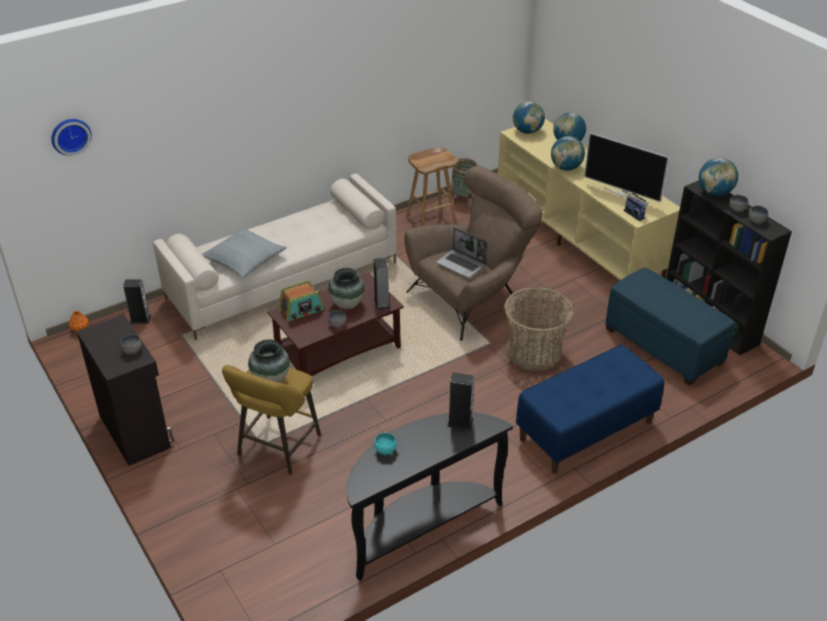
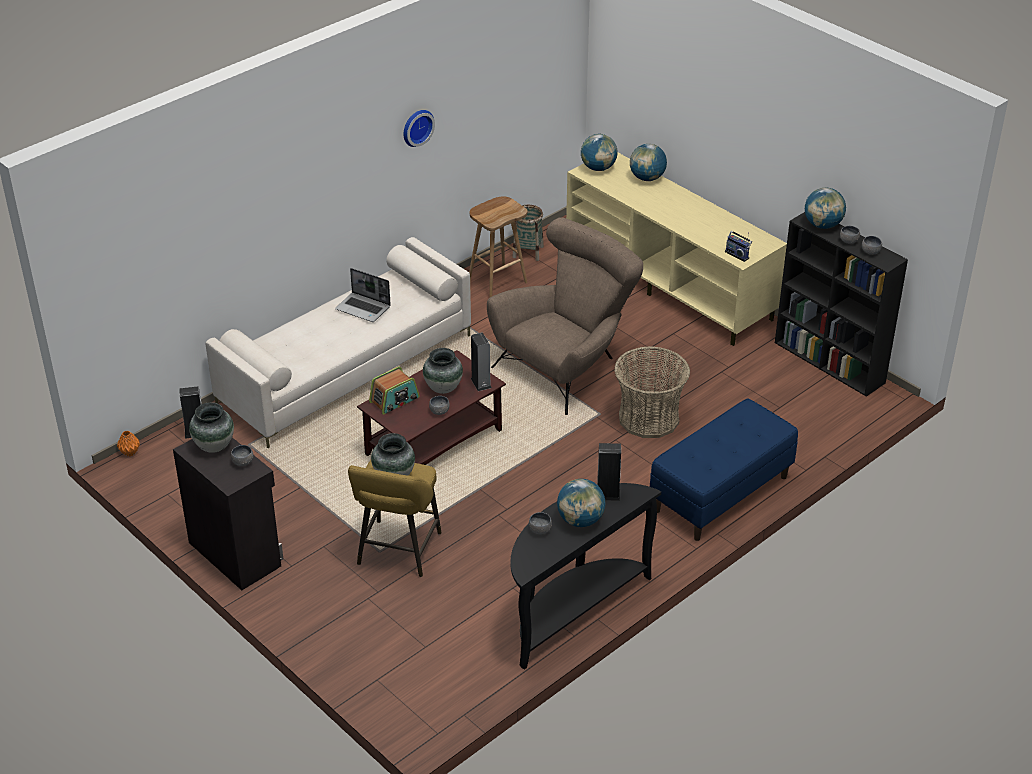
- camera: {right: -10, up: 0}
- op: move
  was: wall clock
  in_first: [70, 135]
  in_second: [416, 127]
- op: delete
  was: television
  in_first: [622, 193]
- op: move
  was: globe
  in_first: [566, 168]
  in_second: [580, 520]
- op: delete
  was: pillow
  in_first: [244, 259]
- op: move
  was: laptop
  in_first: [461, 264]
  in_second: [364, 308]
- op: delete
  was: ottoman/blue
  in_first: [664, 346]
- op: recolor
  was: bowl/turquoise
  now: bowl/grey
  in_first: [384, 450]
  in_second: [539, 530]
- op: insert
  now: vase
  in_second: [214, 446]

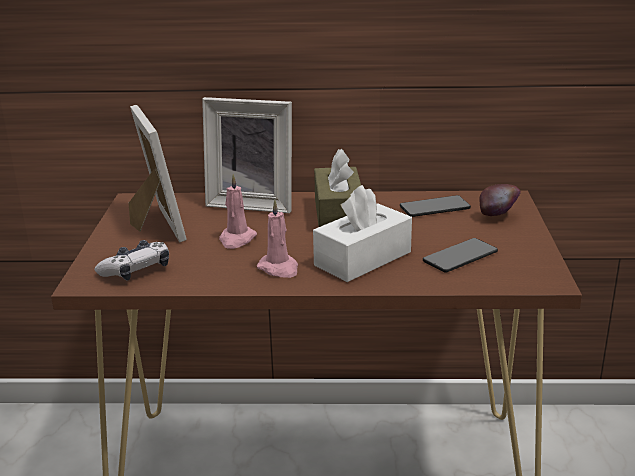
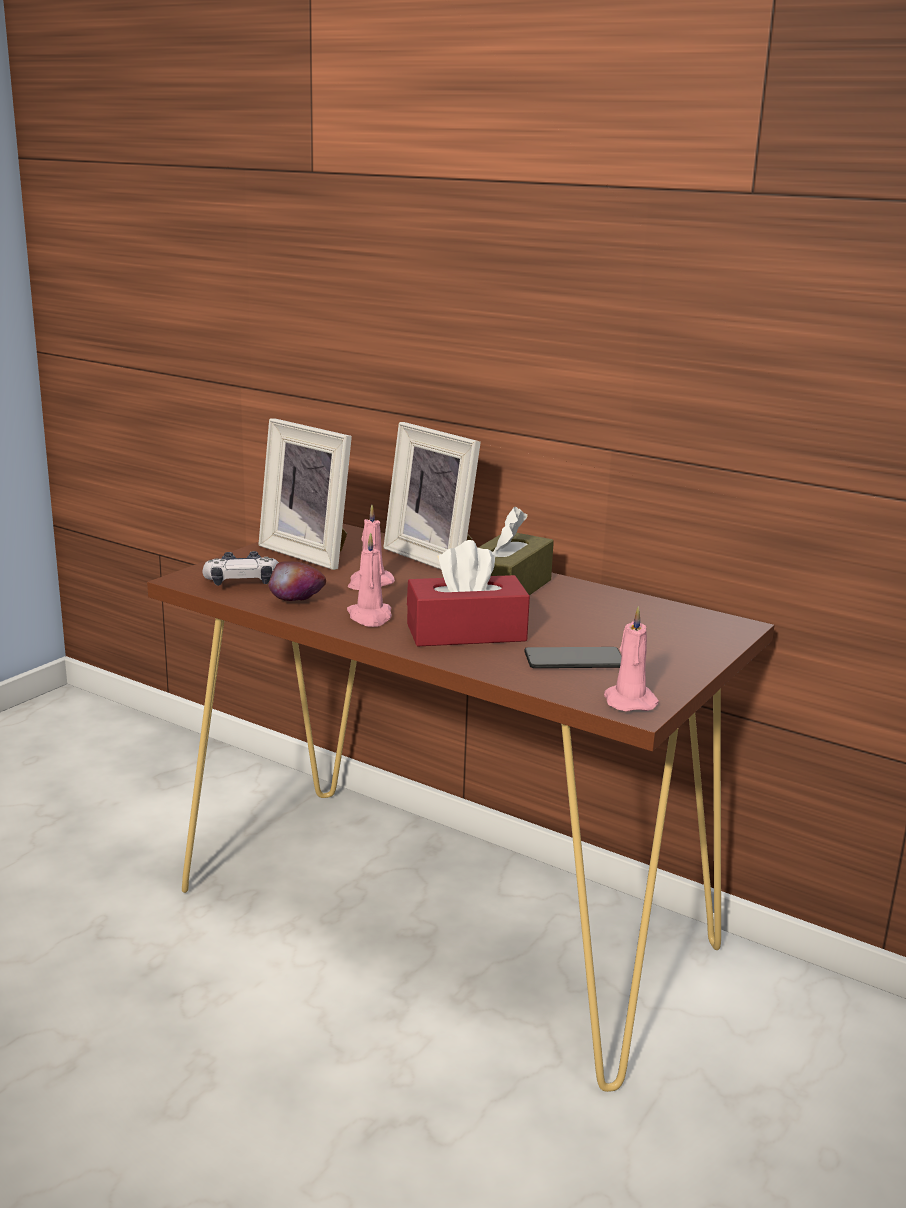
- camera: {right: 30, up: -5}
- op: rotate
  was: picture frame
  in_first: [154, 226]
  in_second: [311, 553]
  clockwise: 120
- op: move
  was: apple
  in_first: [498, 217]
  in_second: [296, 604]
- op: recolor
  was: tissue box/white
  now: tissue box/red
  in_first: [363, 259]
  in_second: [466, 632]
- op: delete
  was: phone
  in_first: [434, 208]
- op: insert
  now: candle/pink
  in_second: [628, 701]

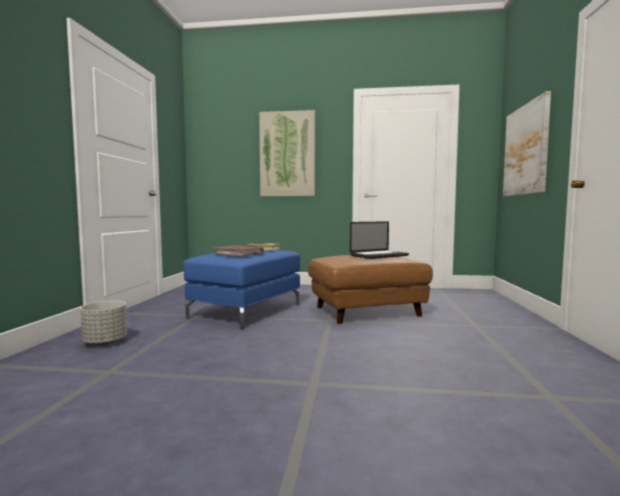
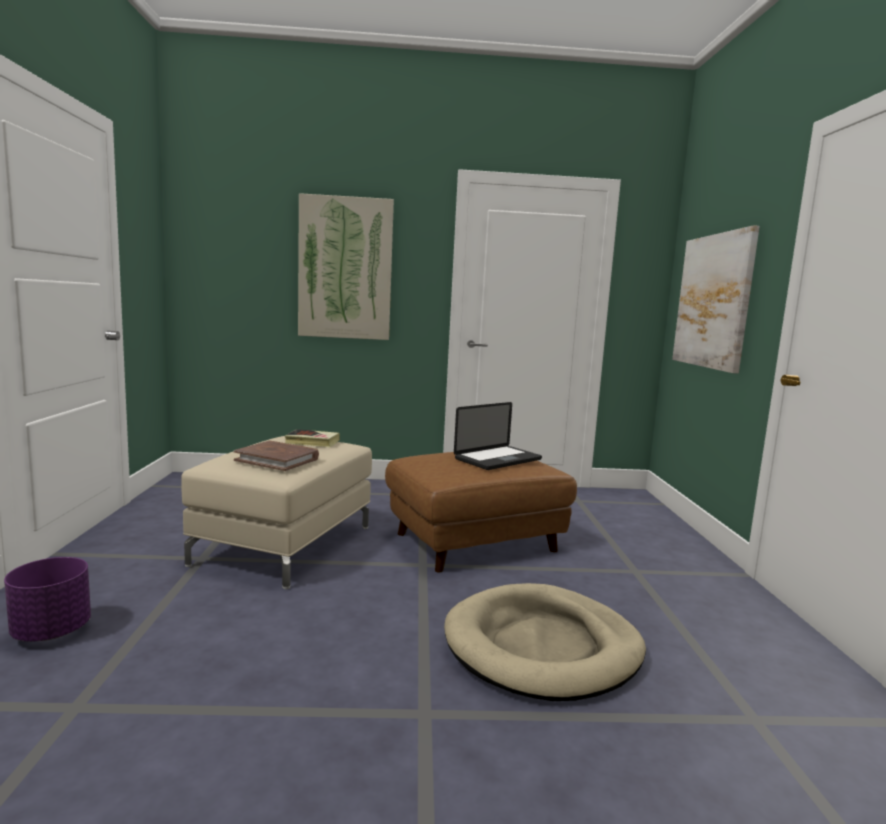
- camera: {right: -10, up: 5}
- op: recolor
  was: ottoman/blue
  now: ottoman/beige
  in_first: [246, 310]
  in_second: [284, 544]
- op: recolor
  was: planter/grey
  now: planter/purple
  in_first: [105, 342]
  in_second: [51, 632]
- op: insert
  now: dog bed/beige
  in_second: [542, 647]

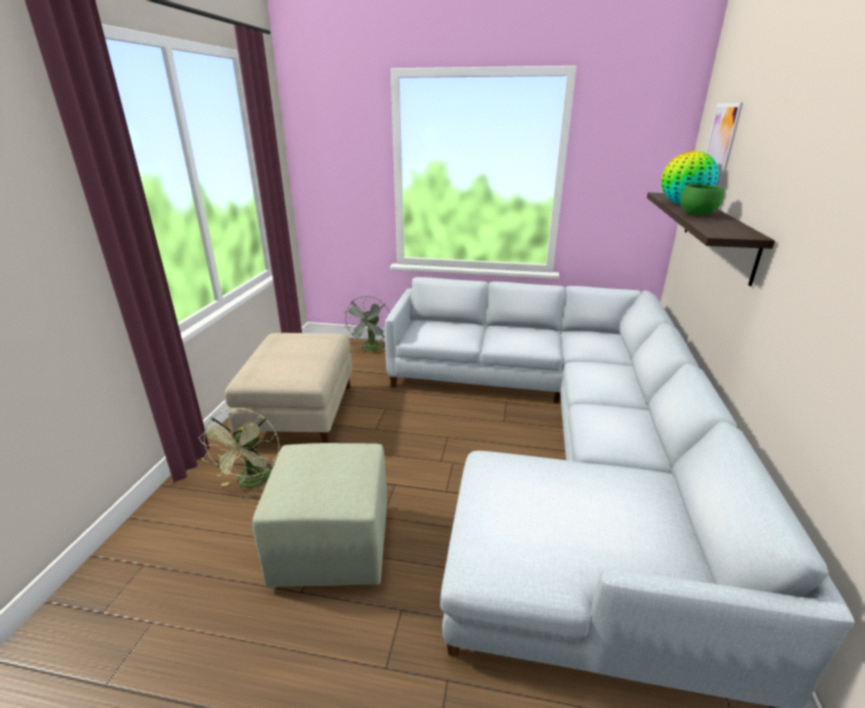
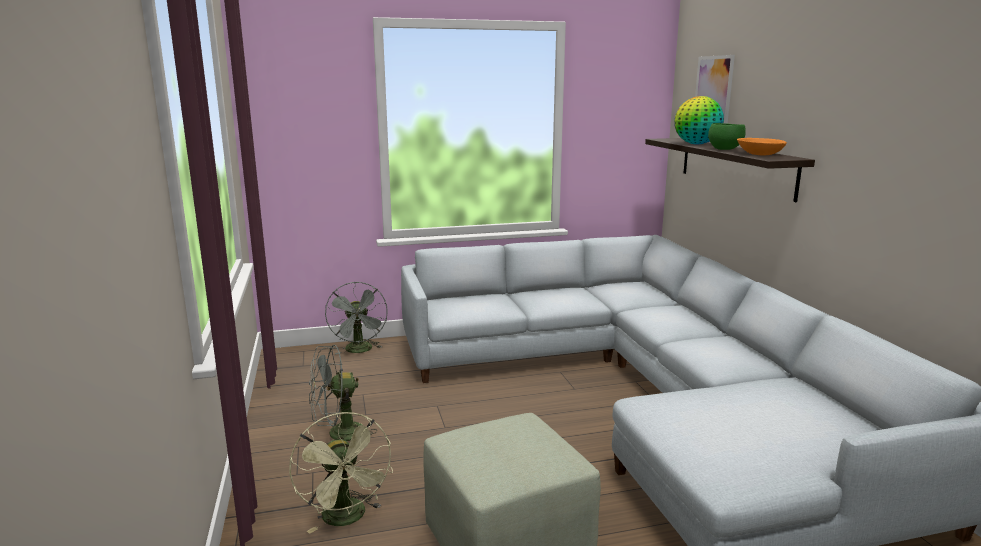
- camera: {right: -25, up: -10}
- op: replace
  was: ottoman/beige
  now: fan/grey
  in_first: [301, 415]
  in_second: [339, 435]
- op: insert
  now: bowl/orange
  in_second: [760, 154]

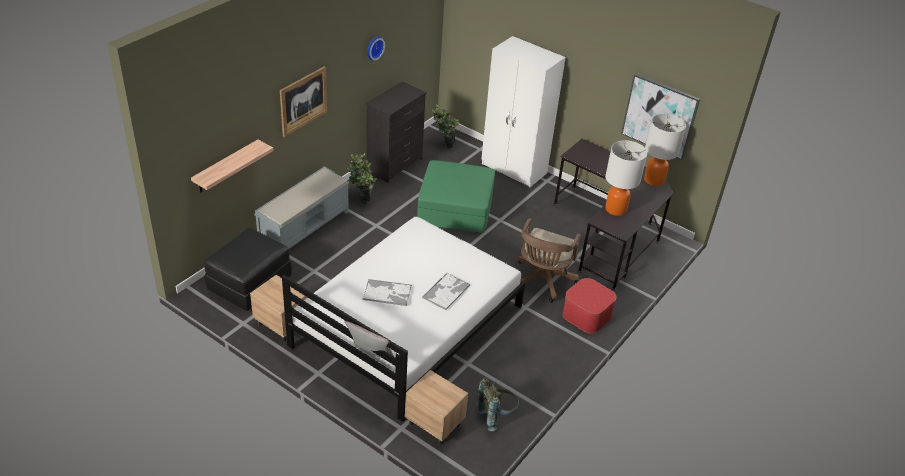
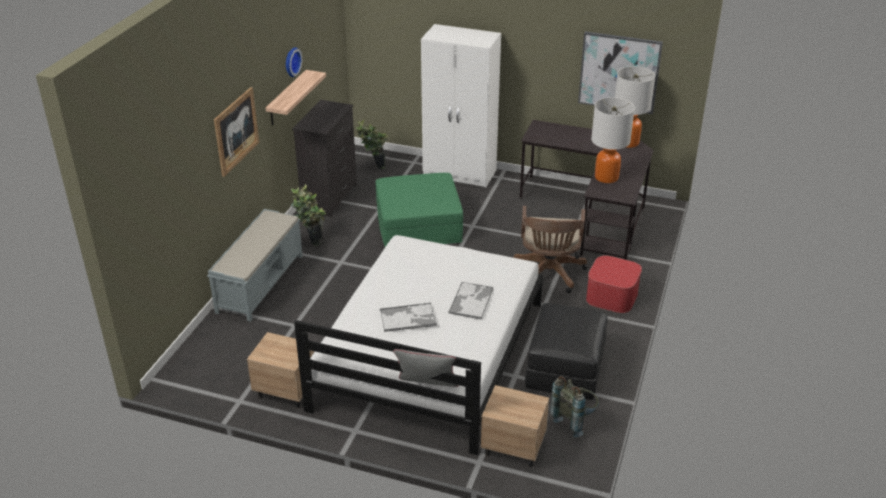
- camera: {right: -15, up: -5}
- op: move
  was: shelf
  in_first: [226, 167]
  in_second: [287, 98]
- op: move
  was: ottoman/black
  in_first: [250, 283]
  in_second: [565, 369]

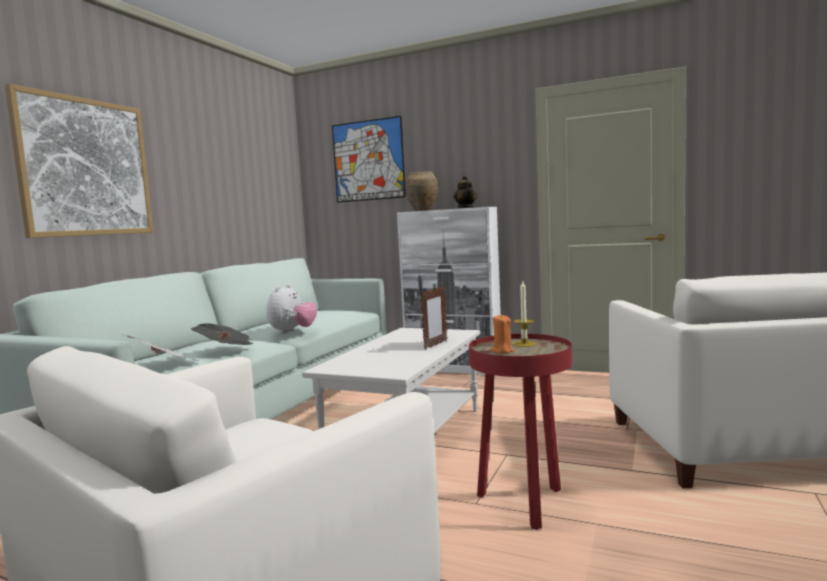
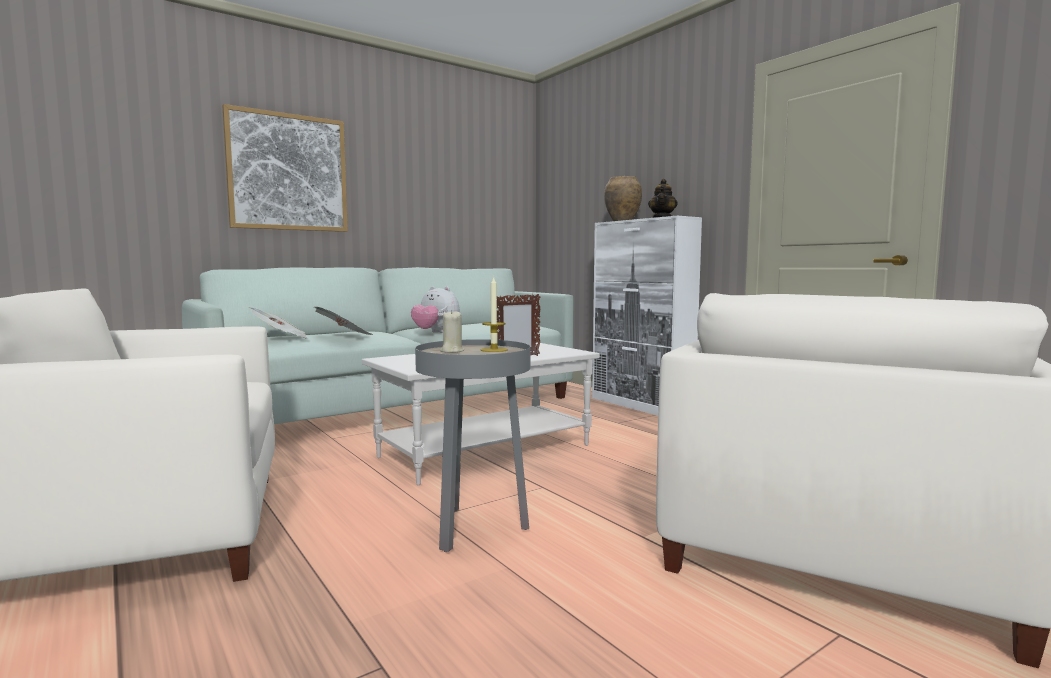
- camera: {right: 30, up: 0}
- op: delete
  was: picture
  in_first: [368, 160]
- op: rotate
  was: plush toy
  in_first: [292, 332]
  in_second: [435, 333]
  clockwise: 75
- op: recolor
  was: candle/orange
  now: candle/beige
  in_first: [502, 351]
  in_second: [452, 351]
- op: recolor
  was: side table/red
  now: side table/grey
  in_first: [524, 504]
  in_second: [475, 530]

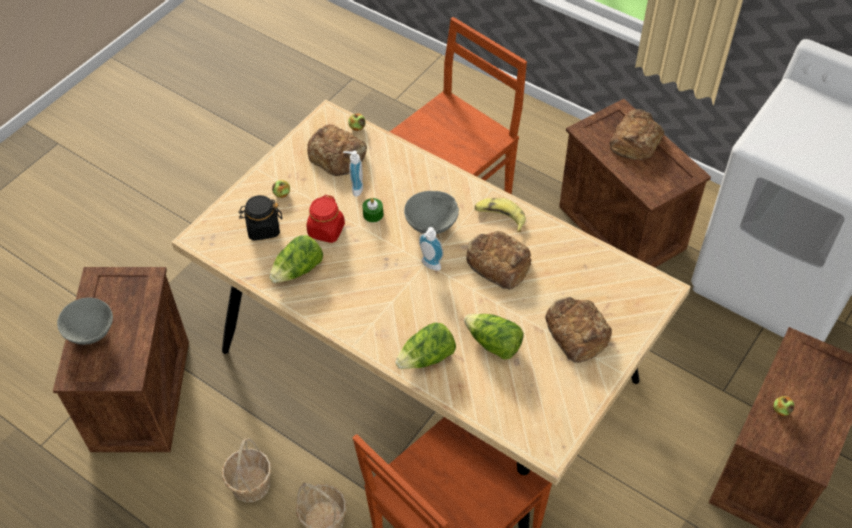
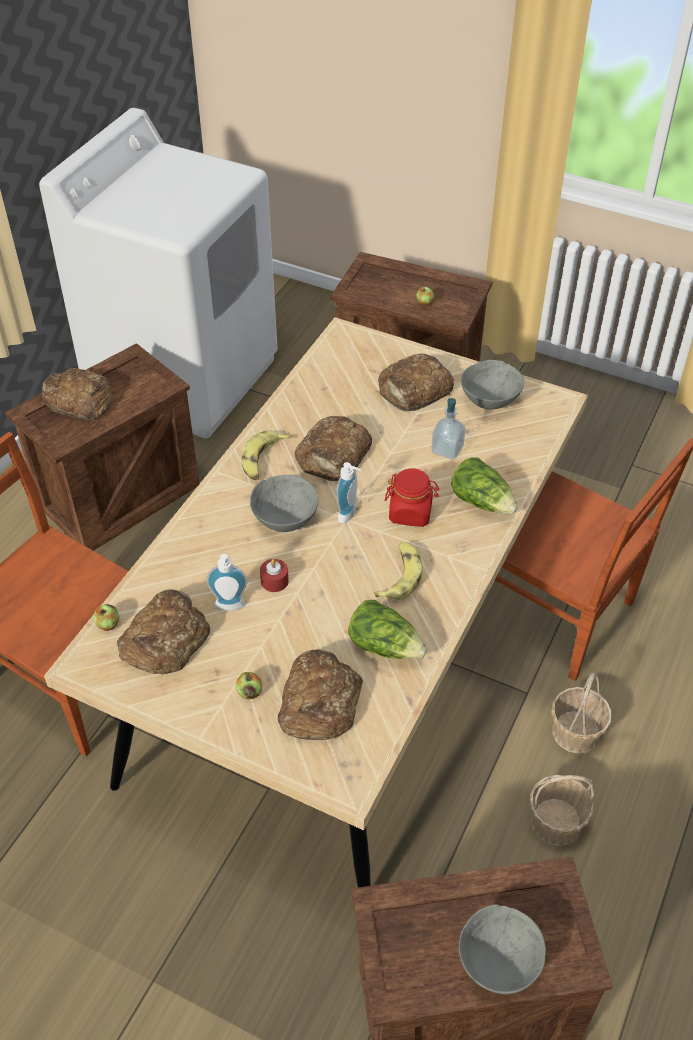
- camera: {right: -100, up: -5}
- op: replace
  was: jar/black
  now: bread
  in_first: [263, 229]
  in_second: [319, 702]
- op: move
  was: jar/red
  in_first: [326, 230]
  in_second: [410, 513]
- op: recolor
  was: candle/green
  now: candle/red
  in_first: [373, 214]
  in_second: [274, 581]
- op: replace
  was: lettuce
  now: soap dispenser
  in_first: [493, 344]
  in_second: [447, 450]
- op: insert
  now: bowl/grey
  in_second: [490, 402]
- op: insert
  now: banana
  in_second: [400, 576]

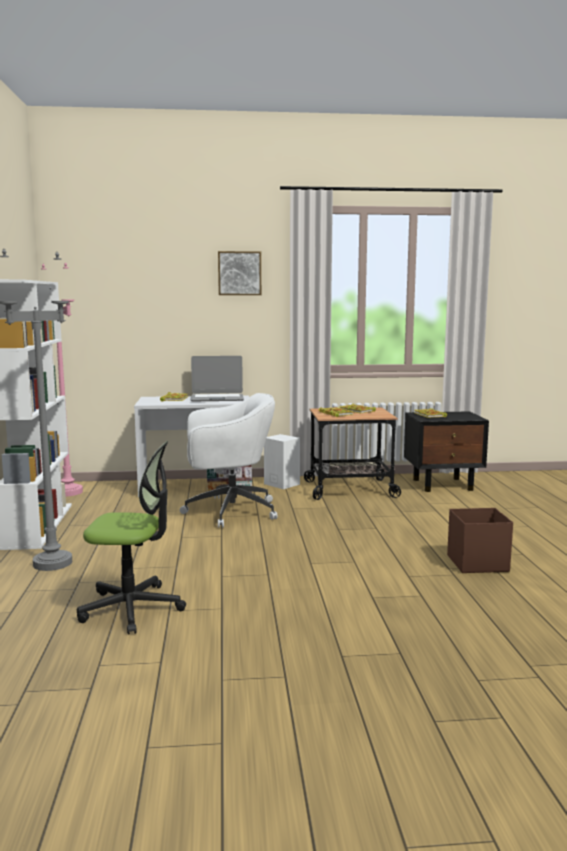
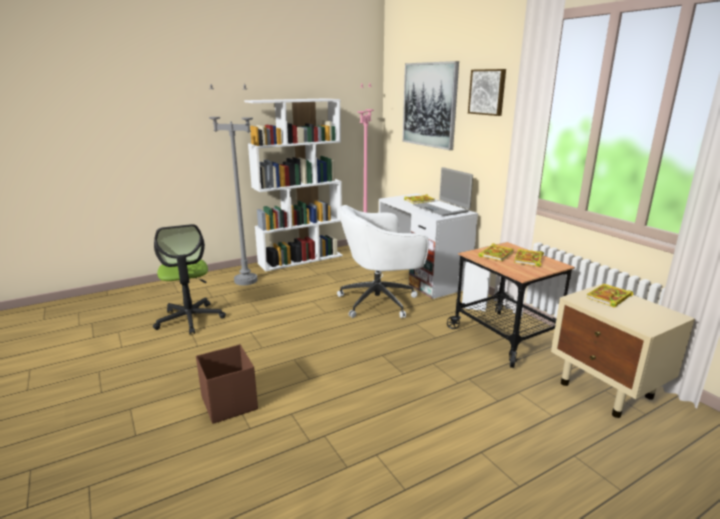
- camera: {right: 65, up: 10}
- op: rotate
  was: office chair/white
  in_first: [228, 511]
  in_second: [380, 301]
  clockwise: 105
- op: recolor
  was: nightstand/black
  now: nightstand/beige
  in_first: [443, 484]
  in_second: [607, 391]
- op: move
  was: storage box/brown
  in_first: [476, 563]
  in_second: [229, 402]
- op: insert
  now: picture
  in_second: [429, 105]

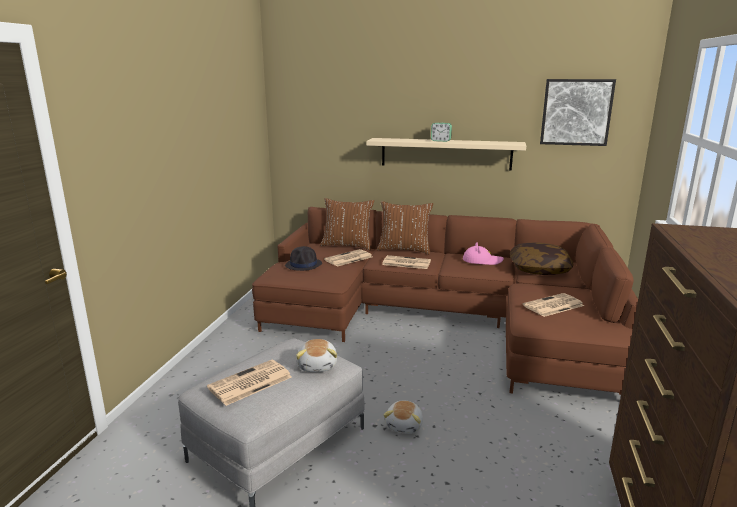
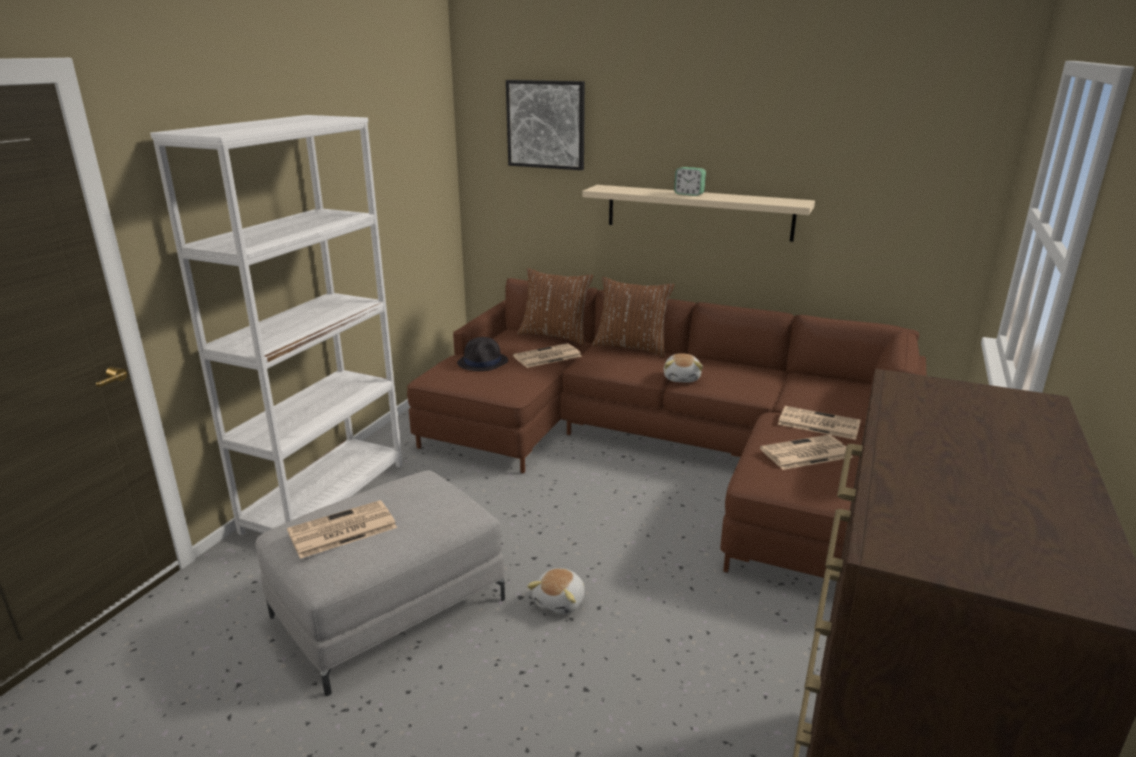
- camera: {right: 10, up: 5}
- op: move
  was: picture
  in_first: [576, 112]
  in_second: [546, 124]
- op: delete
  was: hat/pink
  in_first: [482, 261]
- op: delete
  was: pillow
  in_first: [539, 269]
- op: move
  was: newspaper
  in_first: [405, 263]
  in_second: [817, 423]
- op: move
  was: plush toy
  in_first: [318, 365]
  in_second: [682, 378]
- op: insert
  now: bookcase/white
  in_second: [326, 496]

